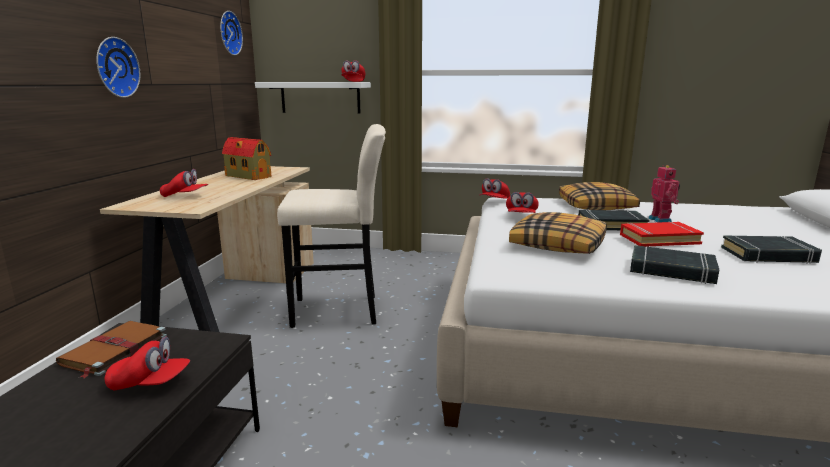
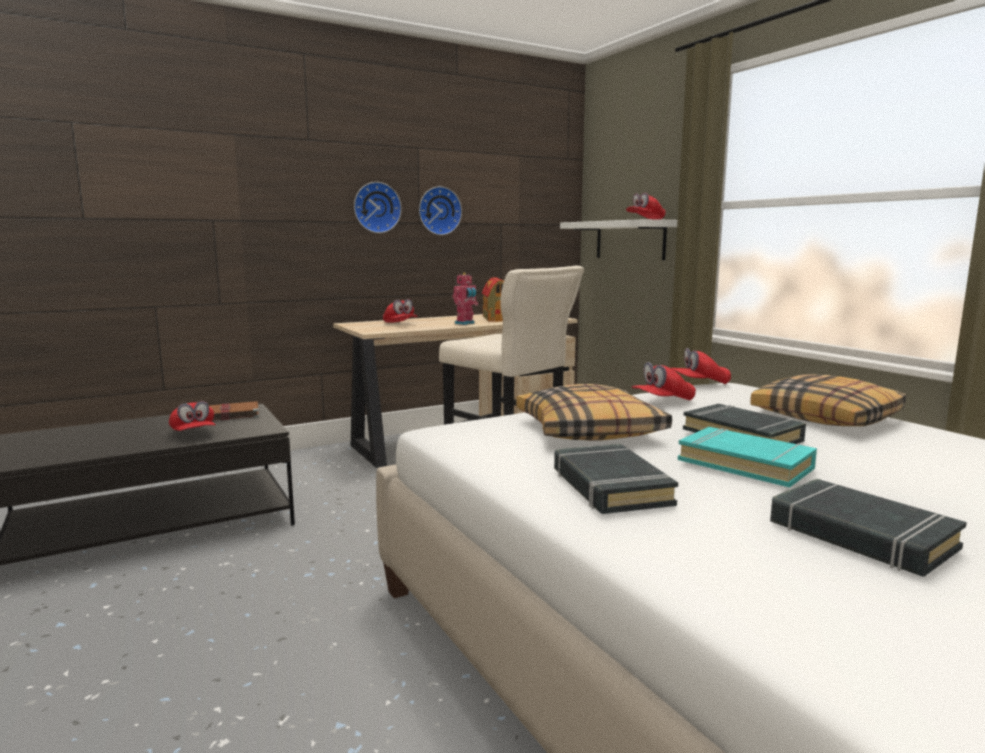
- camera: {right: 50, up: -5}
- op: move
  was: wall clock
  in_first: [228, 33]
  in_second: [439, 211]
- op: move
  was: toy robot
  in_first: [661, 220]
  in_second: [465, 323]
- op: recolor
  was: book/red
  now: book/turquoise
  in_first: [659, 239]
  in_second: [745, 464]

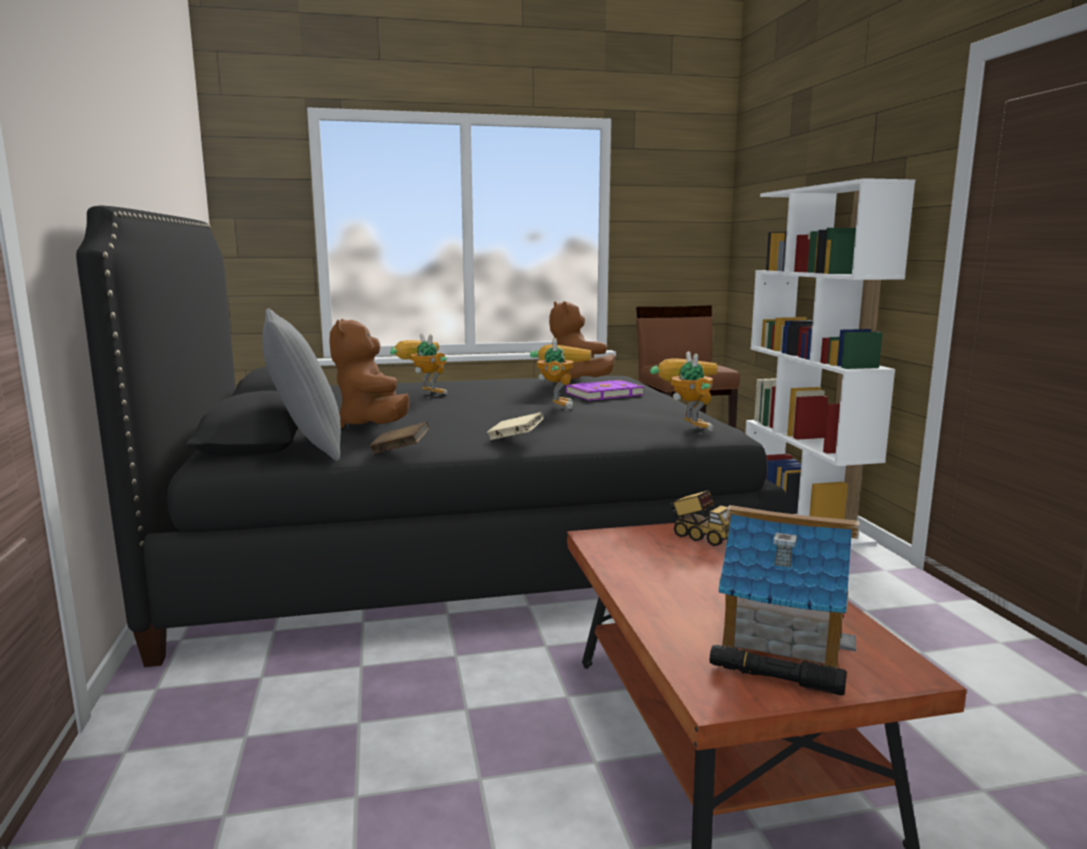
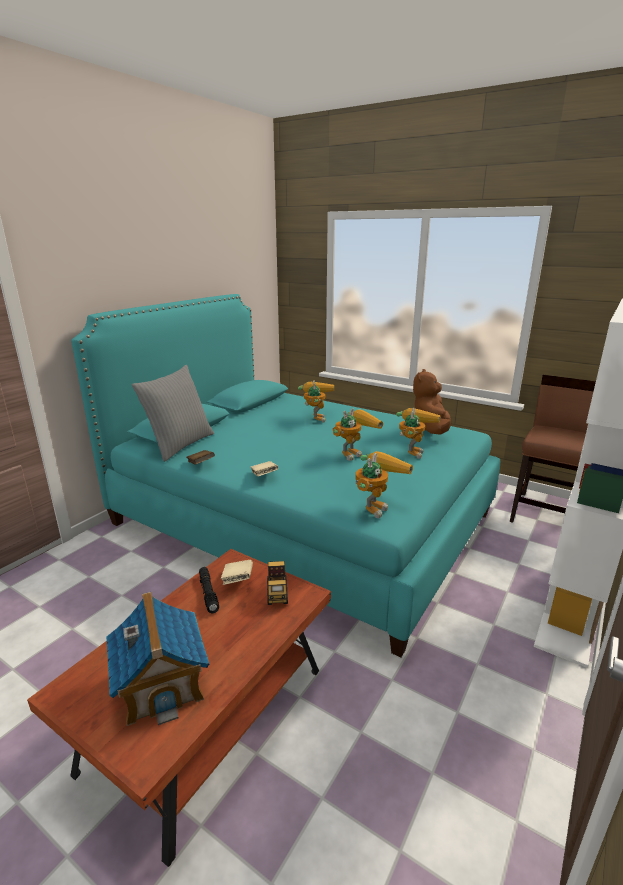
- camera: {right: 45, up: 10}
- op: recolor
  was: bed/black
  now: bed/turquoise
  in_first: [456, 548]
  in_second: [300, 519]
- op: delete
  was: plush toy/brown
  in_first: [373, 425]
- op: replace
  was: book/purple
  now: toy robot
  in_first: [603, 394]
  in_second: [412, 451]
- op: move
  was: flashlight/black
  in_first: [774, 679]
  in_second: [208, 593]
- op: insert
  now: book/beige
  in_second: [237, 580]

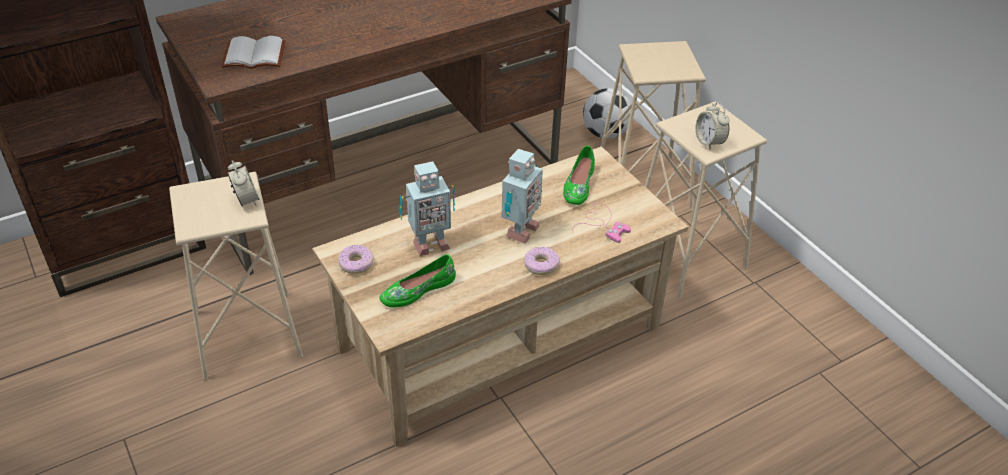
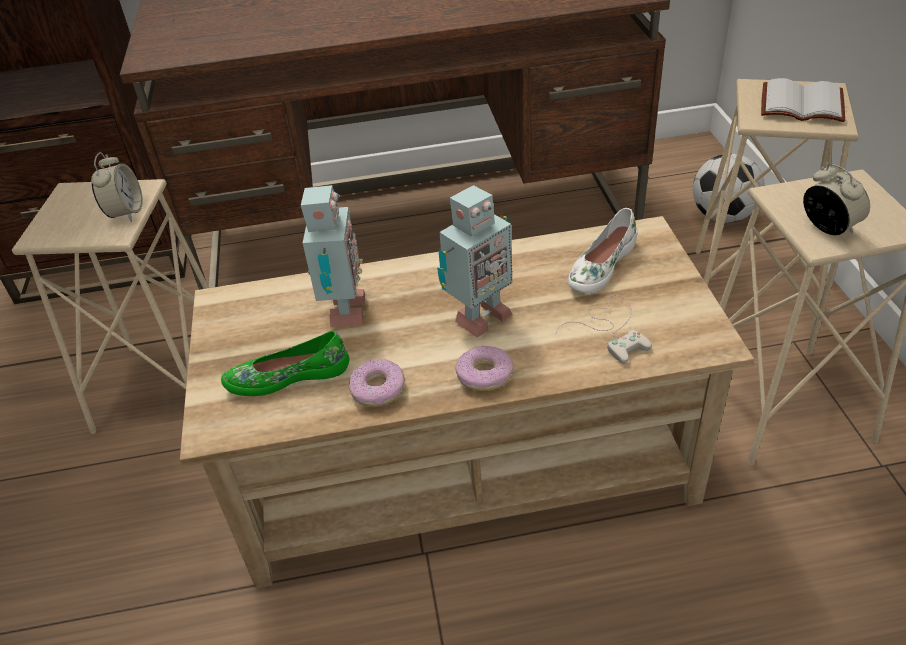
- camera: {right: 25, up: 0}
- op: move
  was: book/white
  in_first: [256, 54]
  in_second: [803, 103]
- op: rotate
  was: alarm clock
  in_first: [709, 142]
  in_second: [828, 228]
  clockwise: 150
- op: recolor
  was: shoe/green
  now: shoe/white
  in_first: [578, 185]
  in_second: [600, 266]
- op: rotate
  was: toy robot
  in_first: [429, 244]
  in_second: [343, 313]
  clockwise: -90
- op: recolor
  was: game controller/pink
  now: game controller/white
  in_first: [602, 224]
  in_second: [611, 329]
- op: move
  was: donut
  in_first: [356, 263]
  in_second: [378, 389]

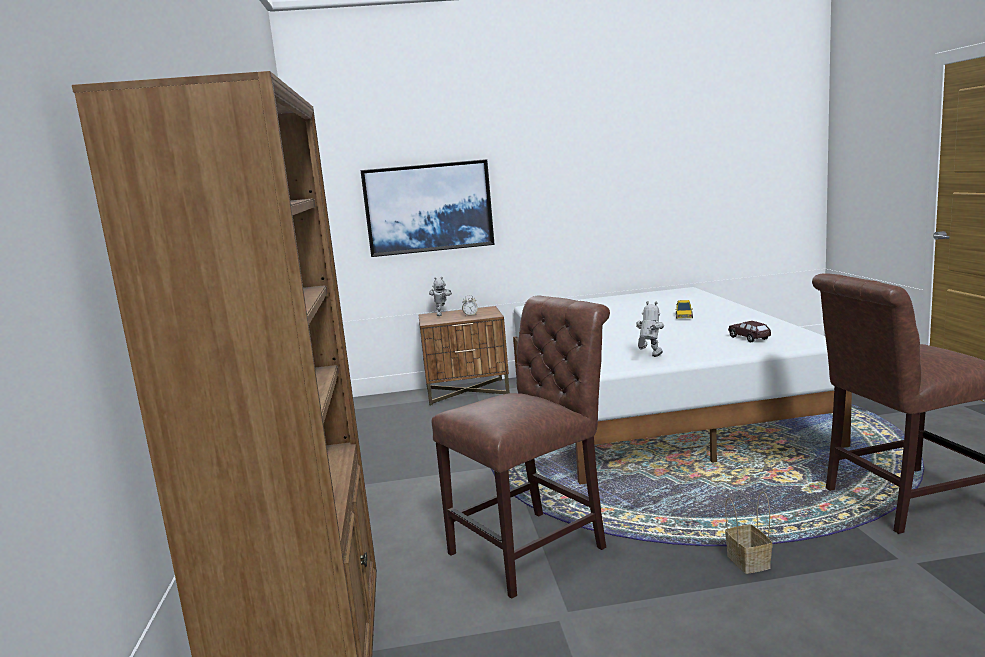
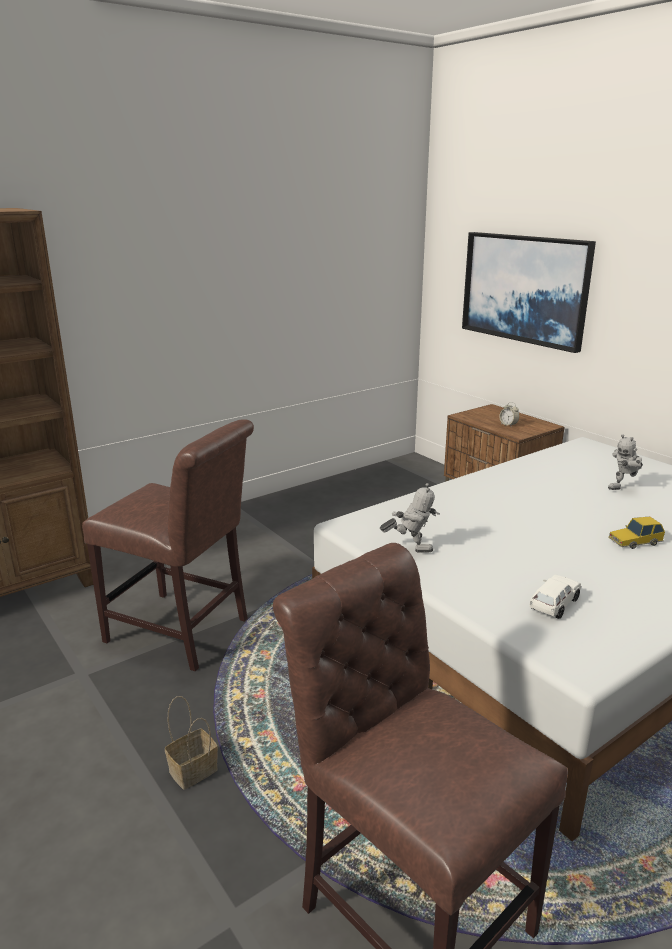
- camera: {right: 60, up: 10}
- op: move
  was: toy robot
  in_first: [441, 314]
  in_second: [624, 488]
- op: recolor
  was: toy car/brown
  now: toy car/white
  in_first: [749, 338]
  in_second: [554, 605]

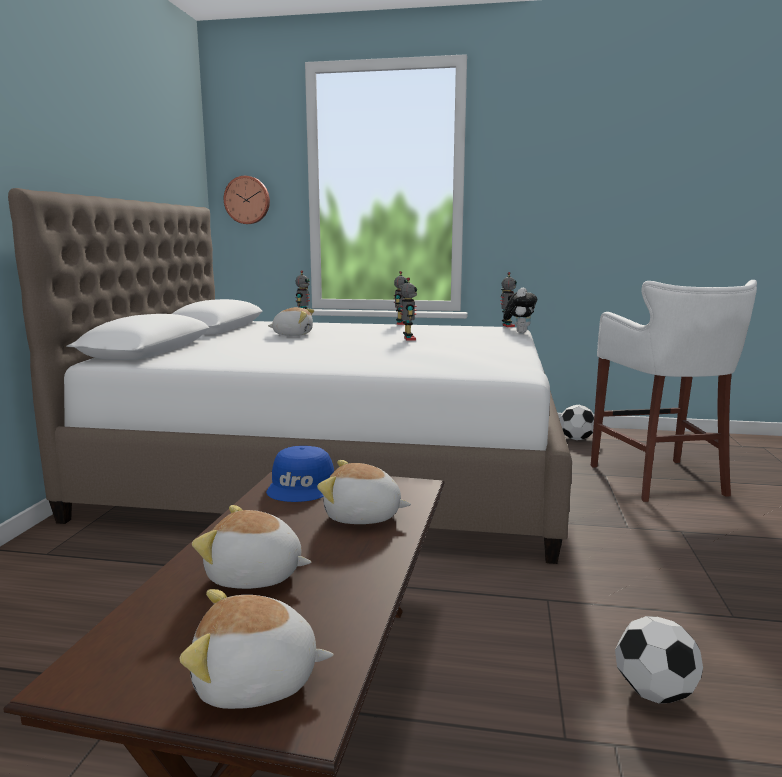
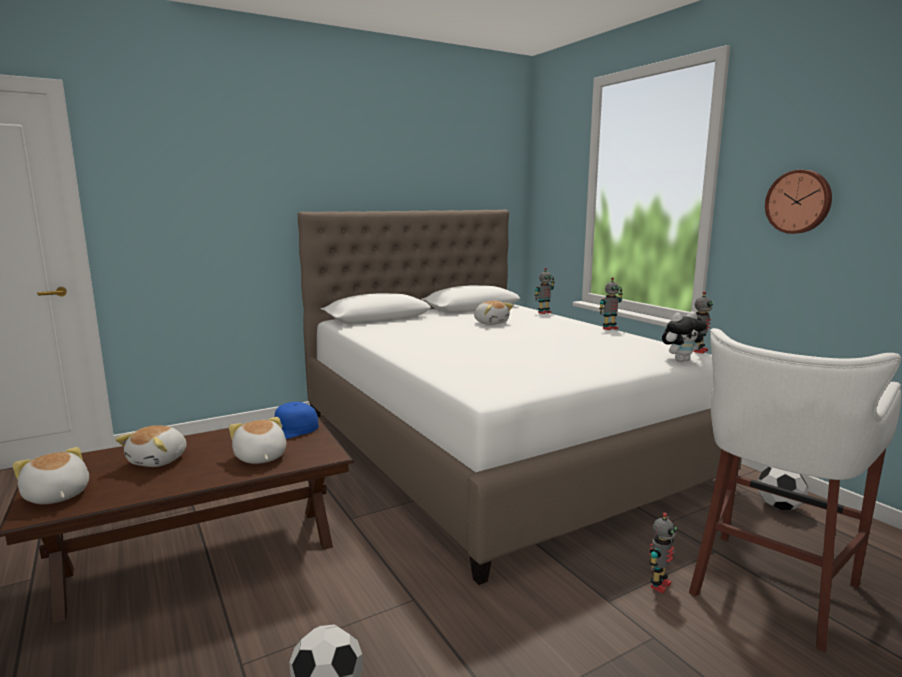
- camera: {right: 50, up: 0}
- op: move
  was: wall clock
  in_first: [247, 200]
  in_second: [799, 202]
- op: move
  was: toy robot
  in_first: [408, 339]
  in_second: [659, 585]
- op: rotate
  was: plush toy
  in_first: [254, 576]
  in_second: [159, 460]
  clockwise: -135

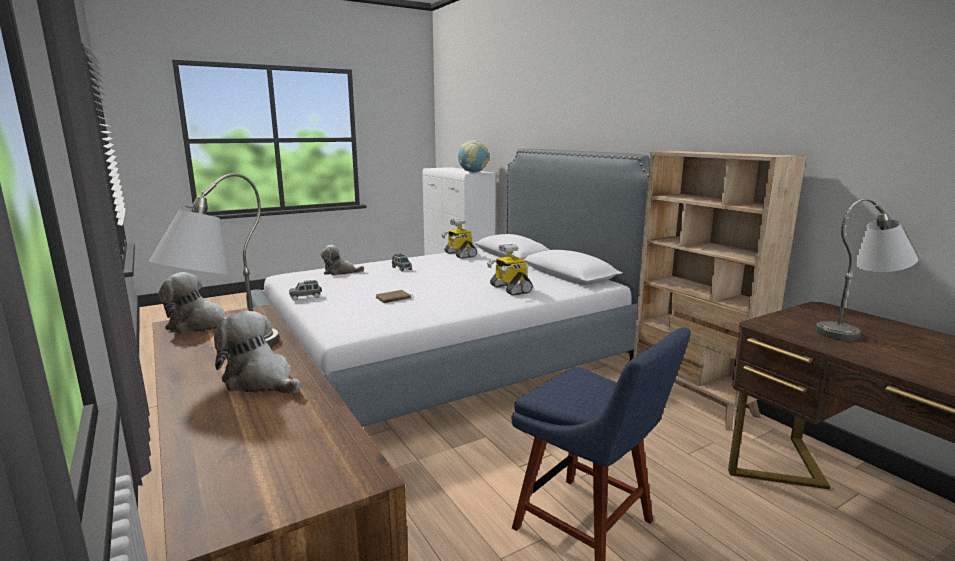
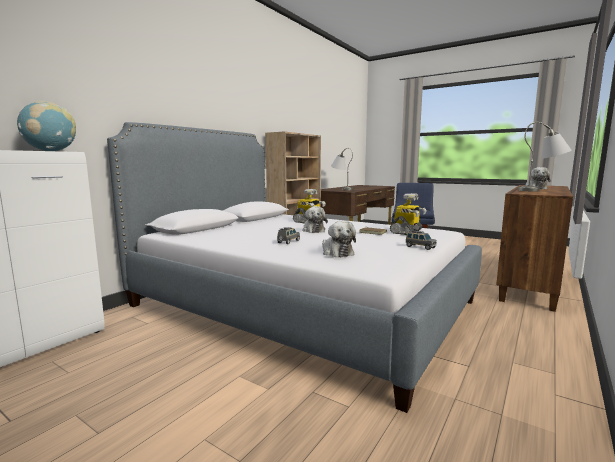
- camera: {right: -115, up: -5}
- op: move
  was: toy robot
  in_first: [459, 254]
  in_second: [406, 231]
- op: move
  was: plush toy
  in_first: [200, 325]
  in_second: [313, 230]

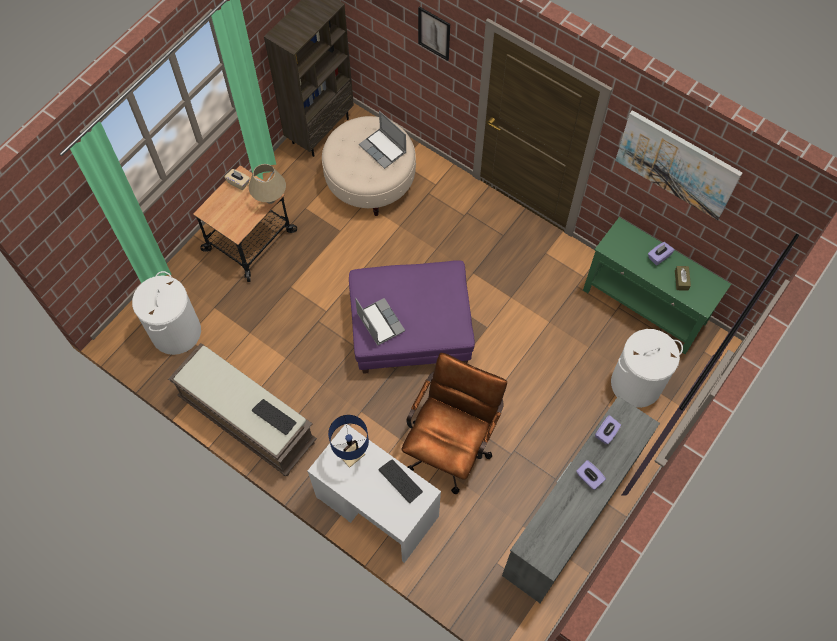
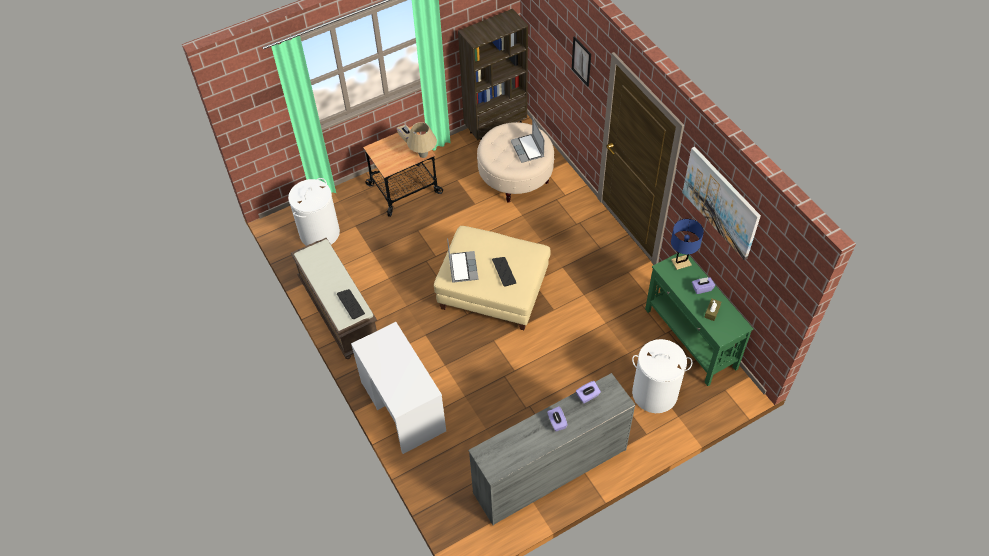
- camera: {right: 25, up: -10}
- op: recolor
  was: ottoman/purple
  now: ottoman/beige
  in_first: [411, 328]
  in_second: [493, 290]
- op: delete
  was: office chair/brown
  in_first: [451, 444]
- op: move
  was: table lamp/blue
  in_first: [352, 455]
  in_second: [681, 262]
- op: move
  was: keyboard
  in_first: [400, 481]
  in_second: [504, 272]

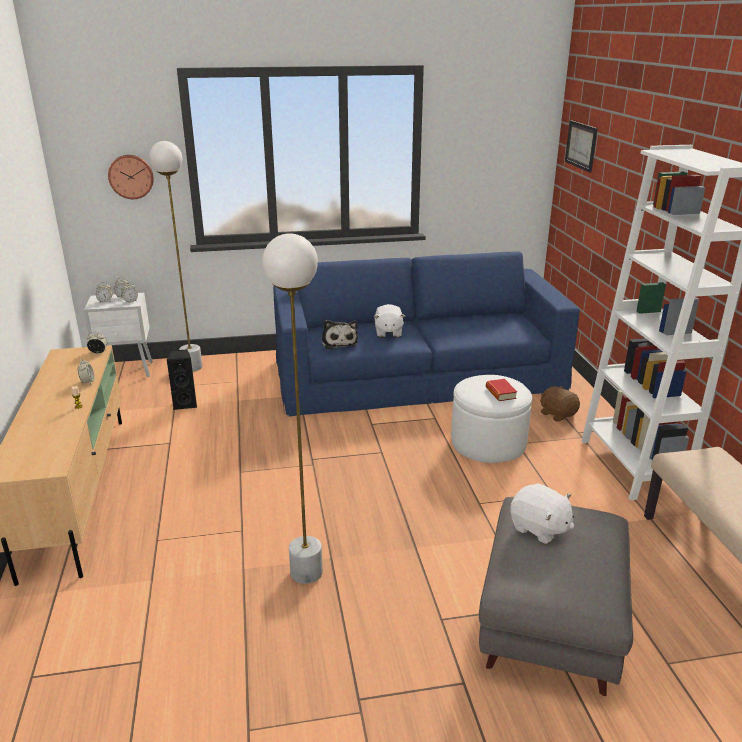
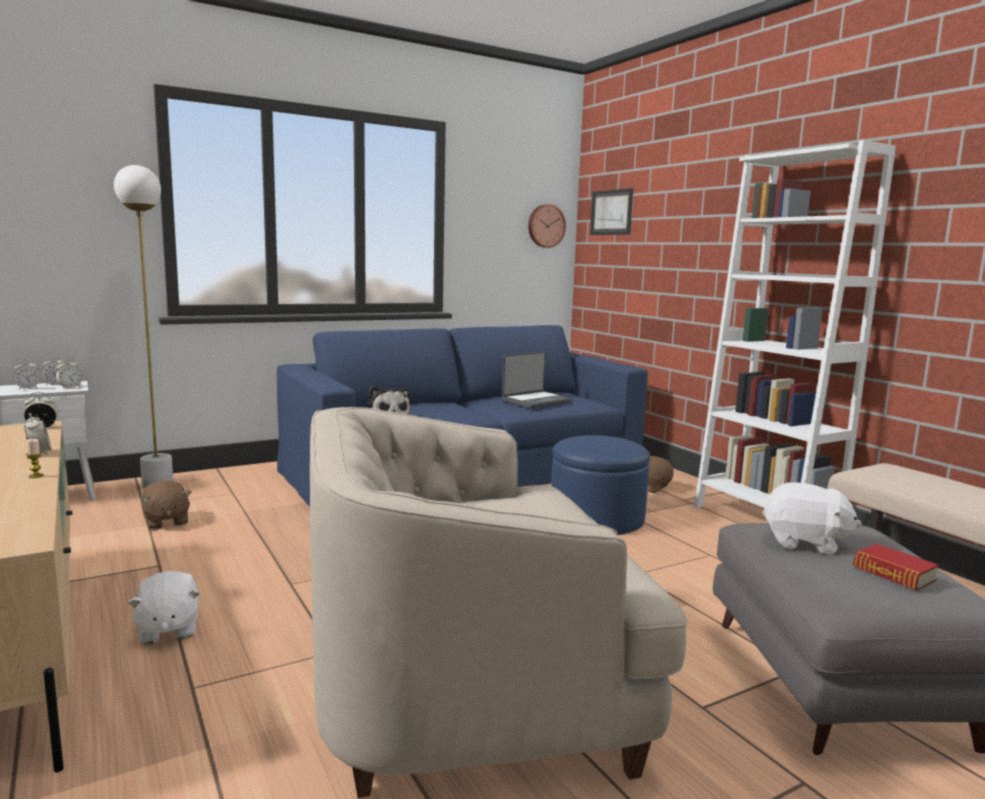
- camera: {right: -20, up: -15}
- op: move
  was: wall clock
  in_first: [131, 176]
  in_second: [545, 226]
- op: replace
  was: floor lamp/white
  now: armchair/beige
  in_first: [306, 572]
  in_second: [469, 687]
- op: move
  was: plush toy/white
  in_first: [388, 332]
  in_second: [167, 630]
- op: replace
  was: speaker/black
  now: plush toy/brown
  in_first: [185, 404]
  in_second: [166, 522]
- op: recolor
  was: ottoman/white
  now: ottoman/blue
  in_first: [488, 442]
  in_second: [596, 518]
- op: move
  was: book
  in_first: [500, 393]
  in_second: [893, 574]
- op: insert
  now: laptop
  in_second: [536, 401]

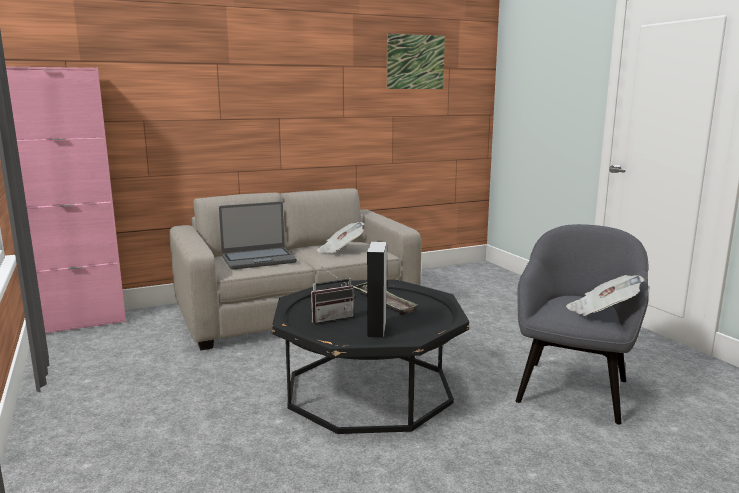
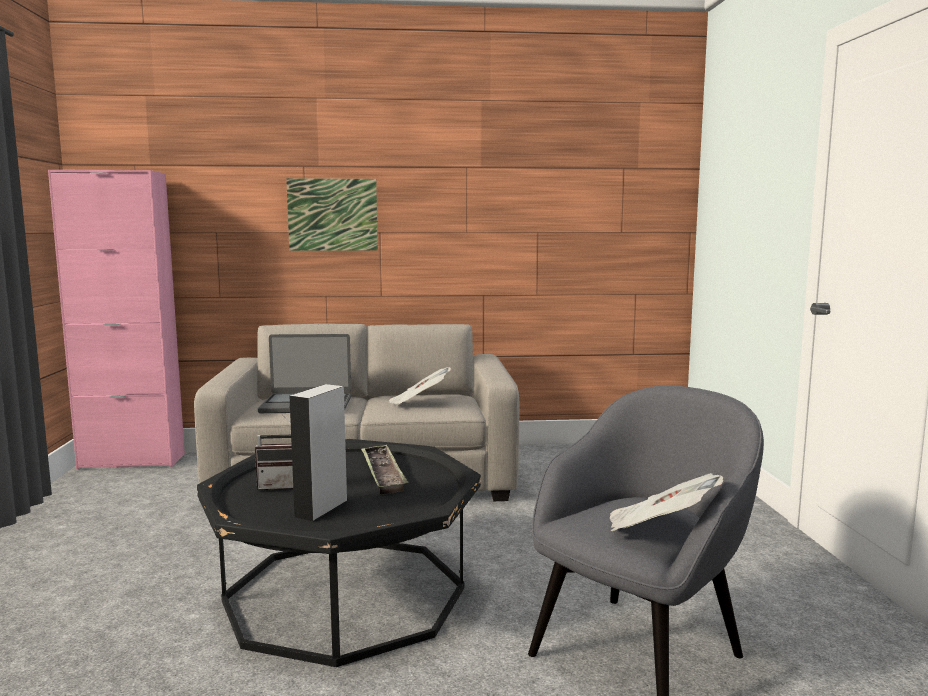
- camera: {right: 20, up: -5}
- op: move
  was: picture
  in_first: [415, 62]
  in_second: [332, 214]

